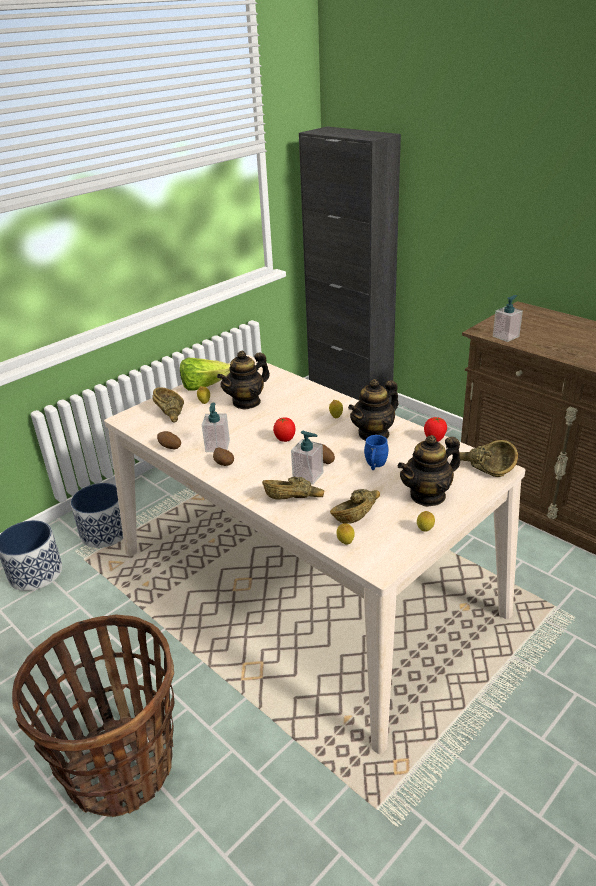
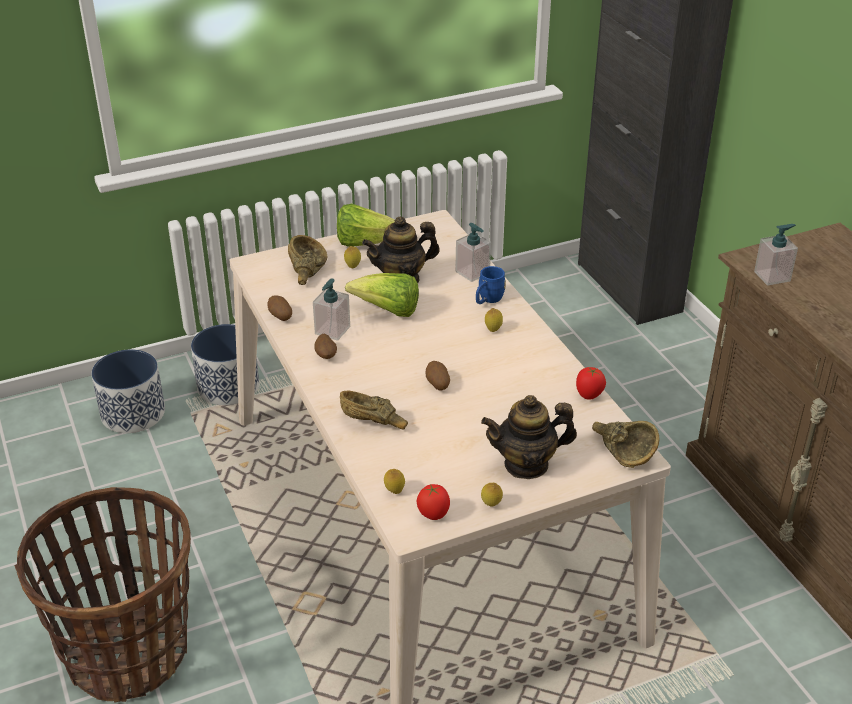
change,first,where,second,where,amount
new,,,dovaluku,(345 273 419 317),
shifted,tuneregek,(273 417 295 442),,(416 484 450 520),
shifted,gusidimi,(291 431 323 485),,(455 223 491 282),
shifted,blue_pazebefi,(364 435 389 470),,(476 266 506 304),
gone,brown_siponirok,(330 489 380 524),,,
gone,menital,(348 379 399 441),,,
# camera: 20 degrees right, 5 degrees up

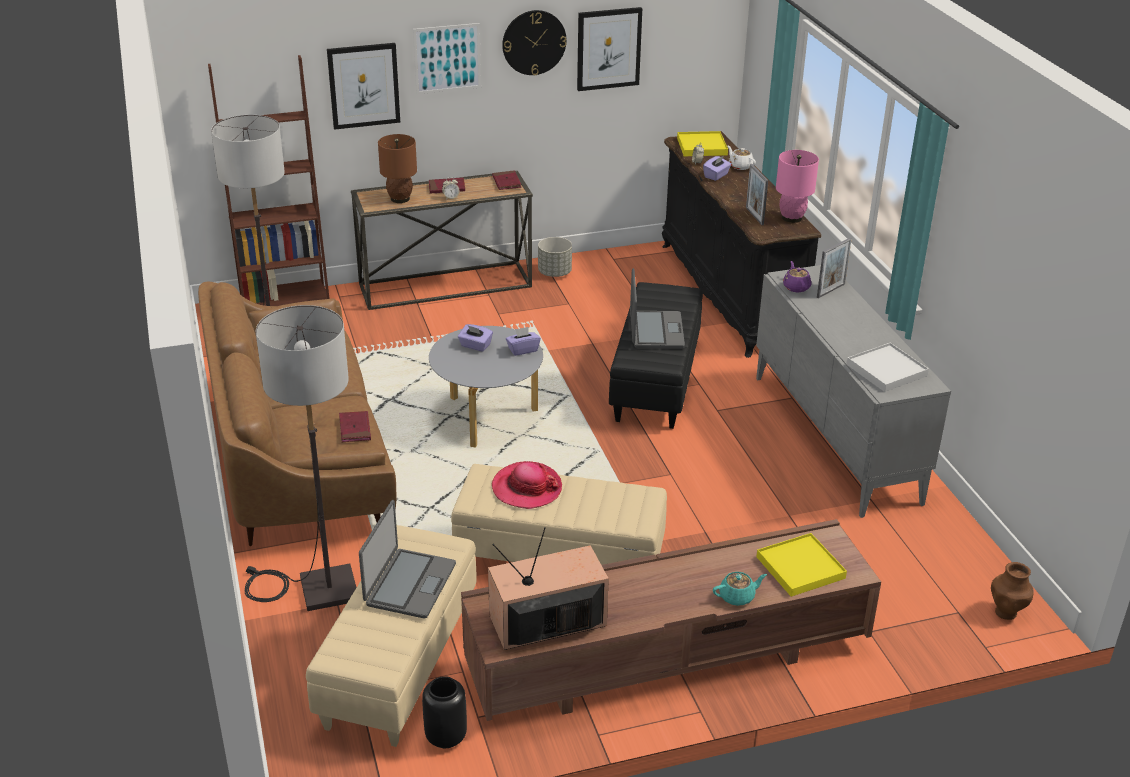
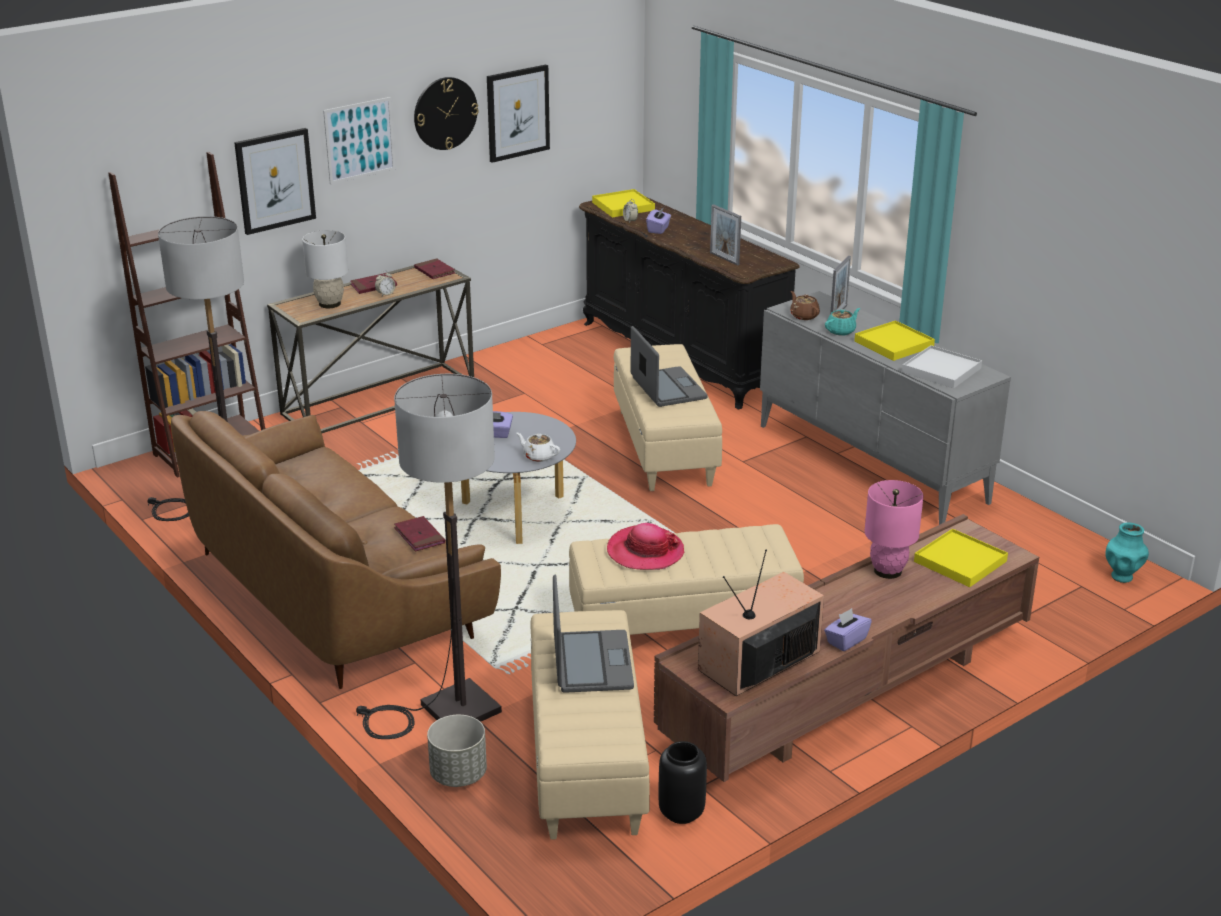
change,first,where,second,where,amount
repainted,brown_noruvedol,(378 134 417 203),white_noruvedol,(302 230 348 308),
shifted,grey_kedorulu,(538 237 572 277),,(427 715 487 787),
shifted,white_menital,(728 146 756 170),,(516 433 560 462),
repainted,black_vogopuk,(609 282 703 429),beige_vogopuk,(614 344 722 491),
repainted,purple_menital,(783 261 811 292),brown_menital,(790 291 820 320),
shifted,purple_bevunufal,(506 327 541 356),,(824 608 872 651),
shifted,turquoise_menital,(713 572 767 606),,(825 308 860 336),
new,,,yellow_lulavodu,(854 320 935 361),
shifted,pink_noruvedol,(776 150 819 223),,(865 480 923 579),
repainted,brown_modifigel,(991 562 1034 620),turquoise_modifigel,(1106 522 1149 583),
# camera: 20 degrees left, 5 degrees down

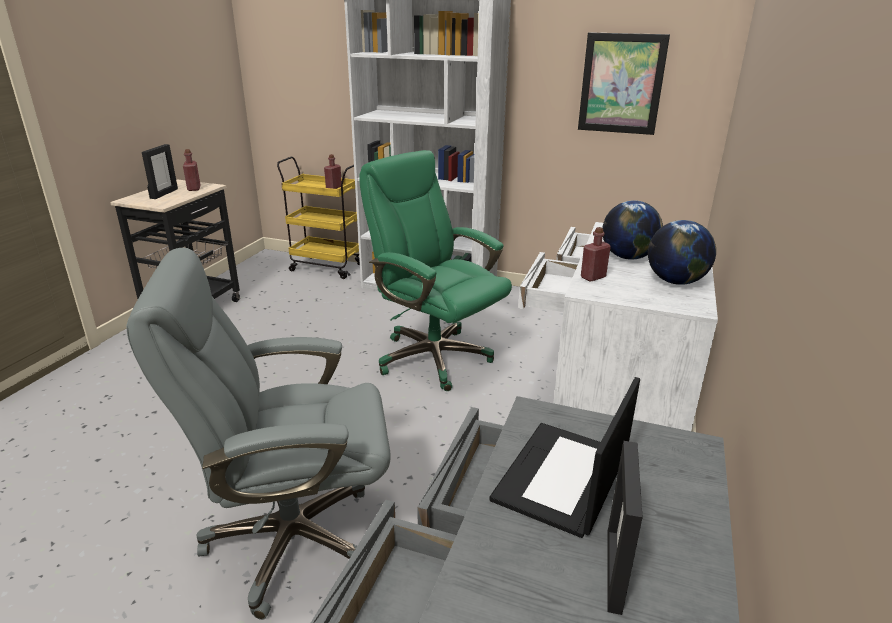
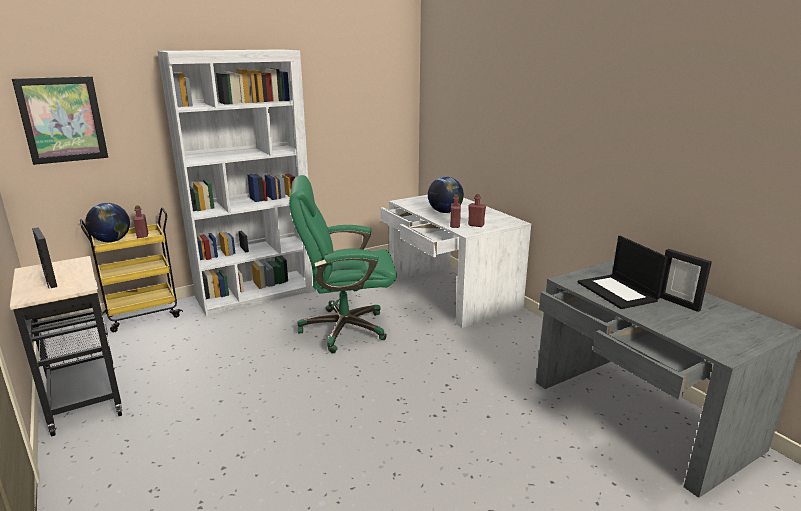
change,first,where,second,where,amount
shifted,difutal,(578 32 670 135),,(12 76 108 165),
shifted,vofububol,(648 220 716 285),,(85 203 130 242),
shifted,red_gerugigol,(183 149 200 191),,(468 194 486 227),
gone,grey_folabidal,(126 248 391 620),,,
# camera: 50 degrees left, 5 degrees down

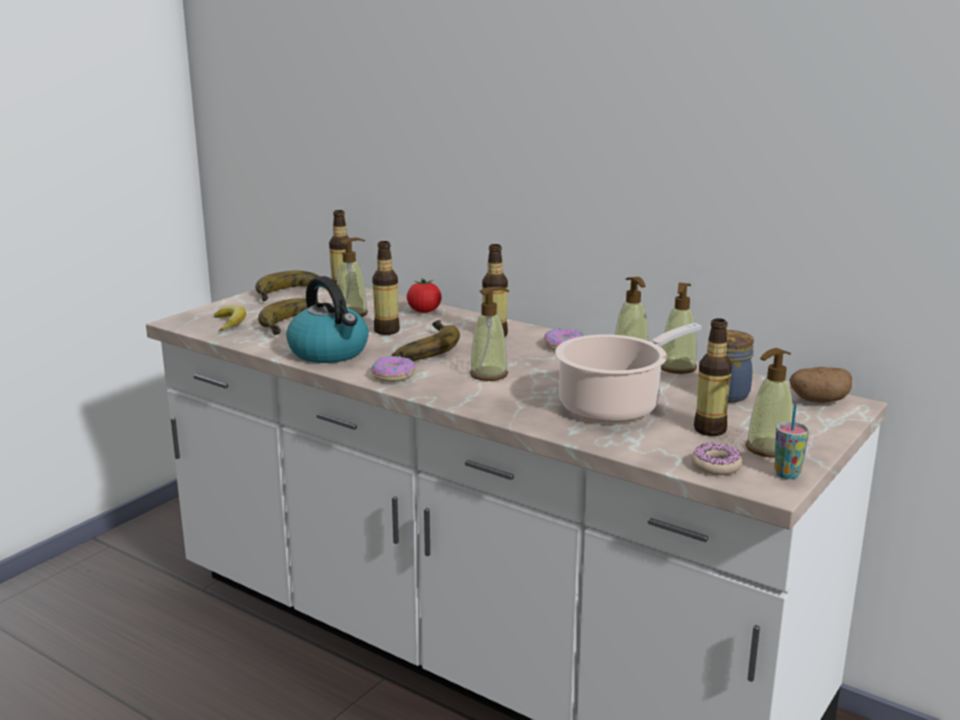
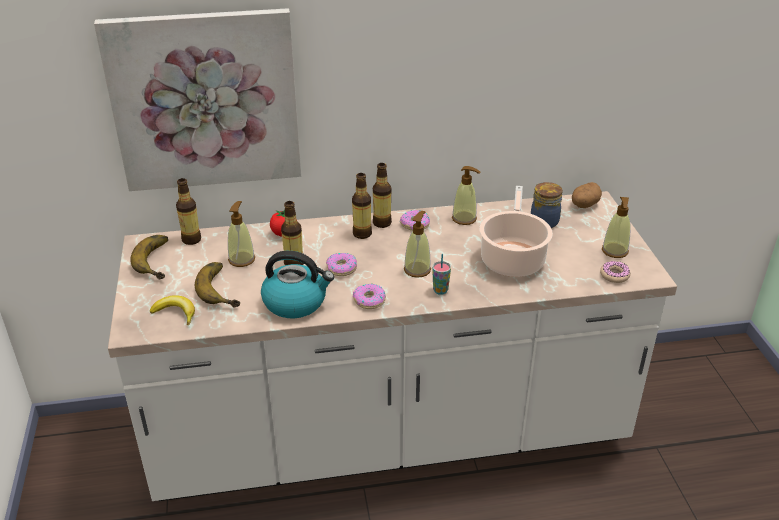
change,first,where,second,where,amount
new,,,difutal,(94 8 301 191),
swapped,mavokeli,(391 320 460 361),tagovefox,(326 253 357 276),
shifted,gerugigol,(694 318 732 436),,(373 163 392 228),
shifted,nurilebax,(774 404 809 479),,(432 254 451 295),
gone,gusidimi,(661 283 697 374),,,
# camera: 45 degrees left, 15 degrees up

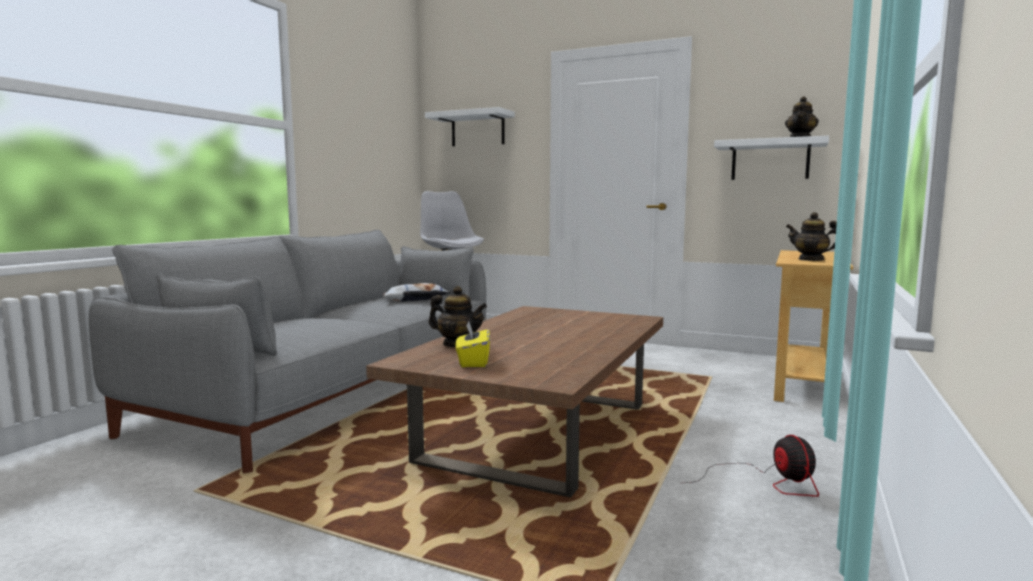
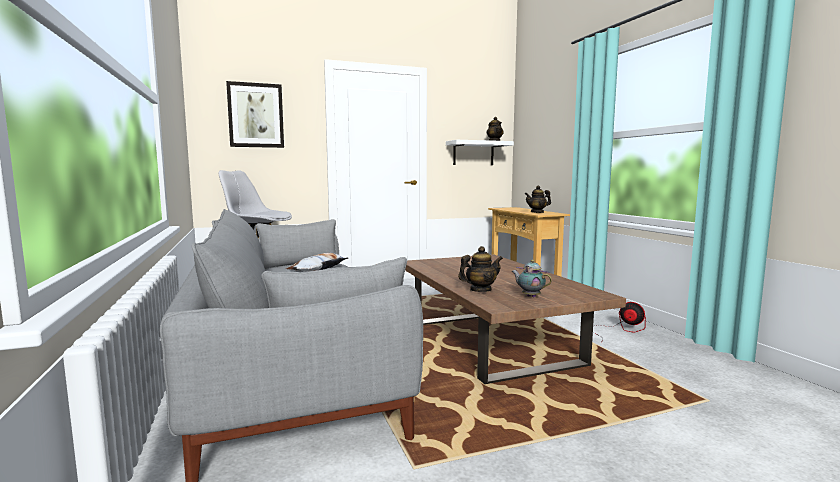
change,first,where,second,where,amount
swapped,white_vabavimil,(425 107 515 146),difutal,(226 81 284 148),
swapped,yellow_bevunufal,(455 321 490 367),menital,(511 260 552 297),
# camera: 45 degrees left, 0 degrees up

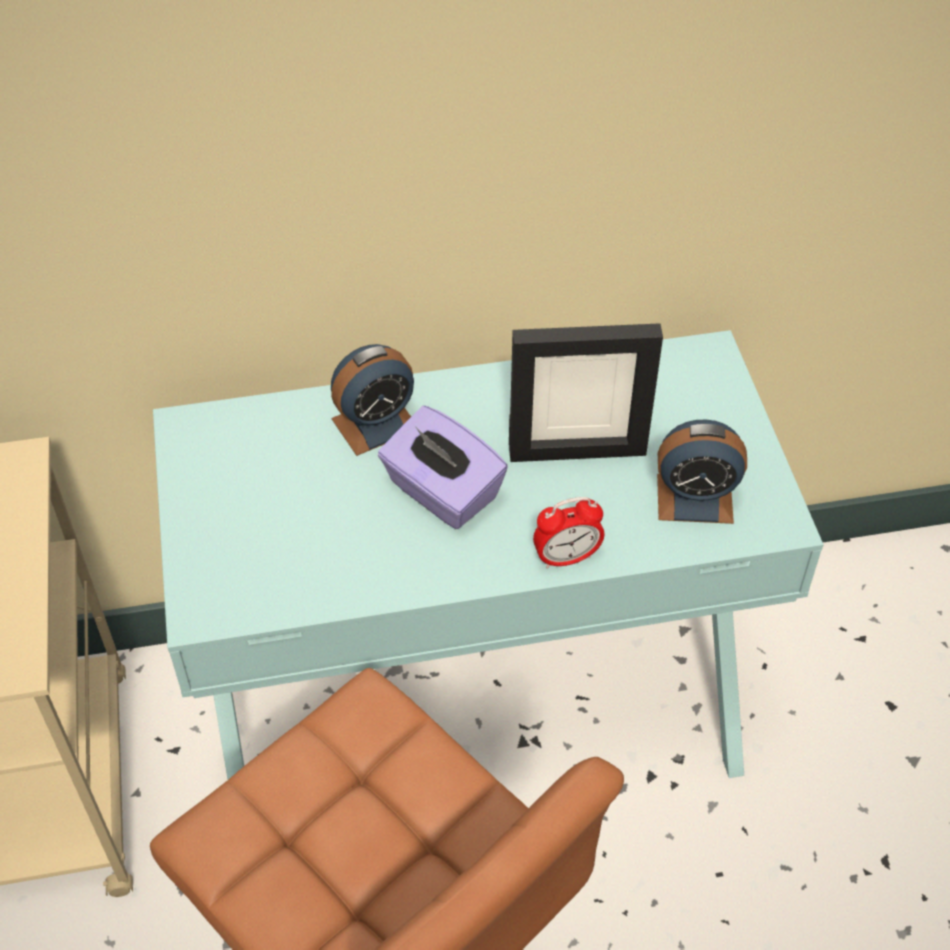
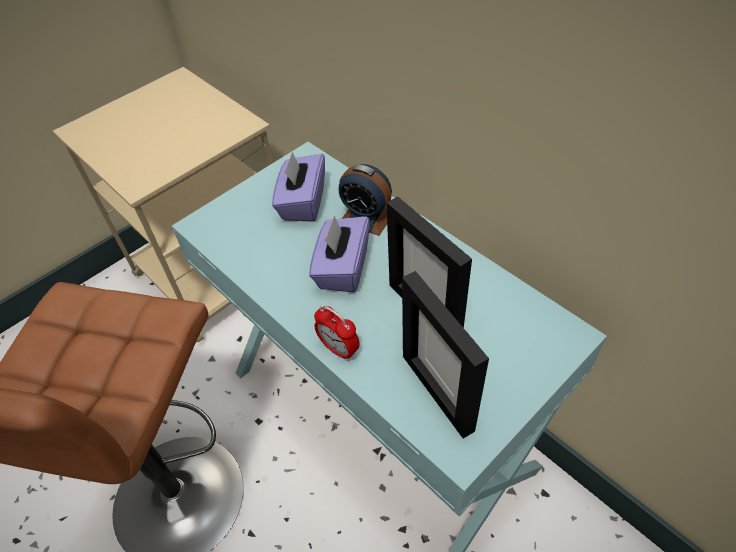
change,first,where,second,where,amount
new,,,purple_bevunufal,(272 152 325 222),
swapped,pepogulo,(657 419 747 524),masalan,(402 271 489 438),
# camera: 60 degrees right, 0 degrees up

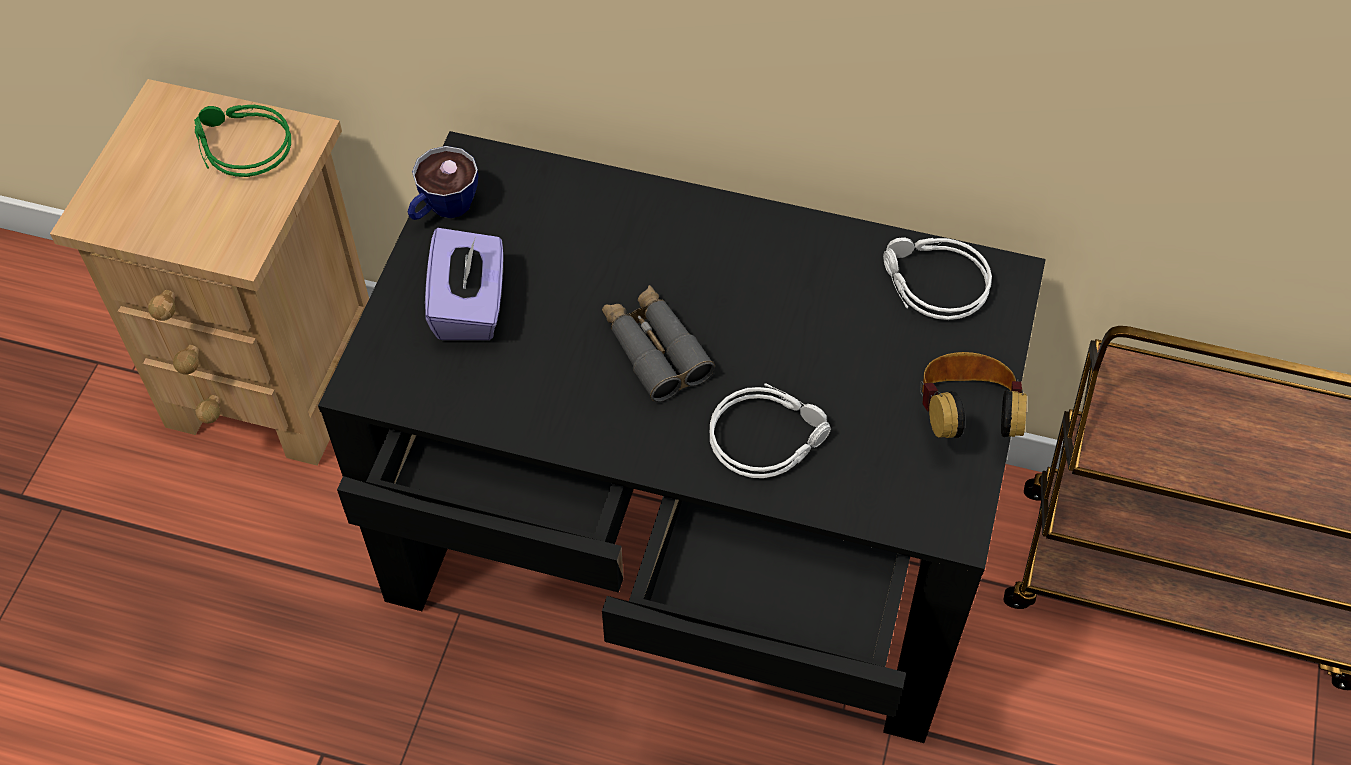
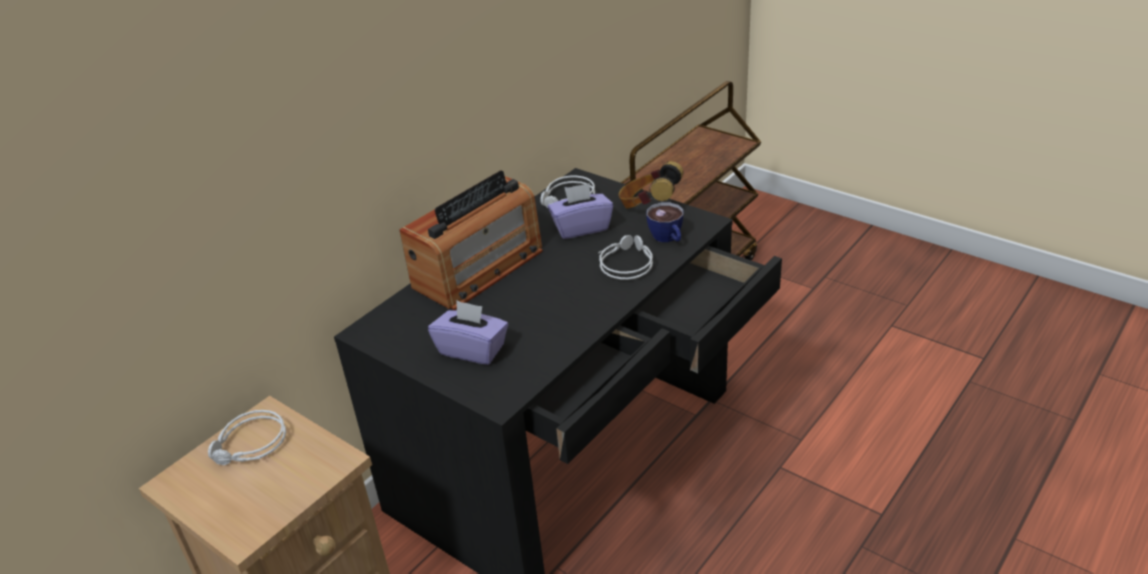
change,first,where,second,where,amount
repainted,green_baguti,(194 105 291 177),grey_baguti,(208 410 286 465),
new,,,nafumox,(399 170 543 310),
new,,,purple_bevunufal,(548 183 613 239),
shifted,nurilebax,(407 146 478 220),,(646 202 683 242),
gone,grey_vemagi,(602 285 715 402),,,
# camera: 65 degrees left, 20 degrees down

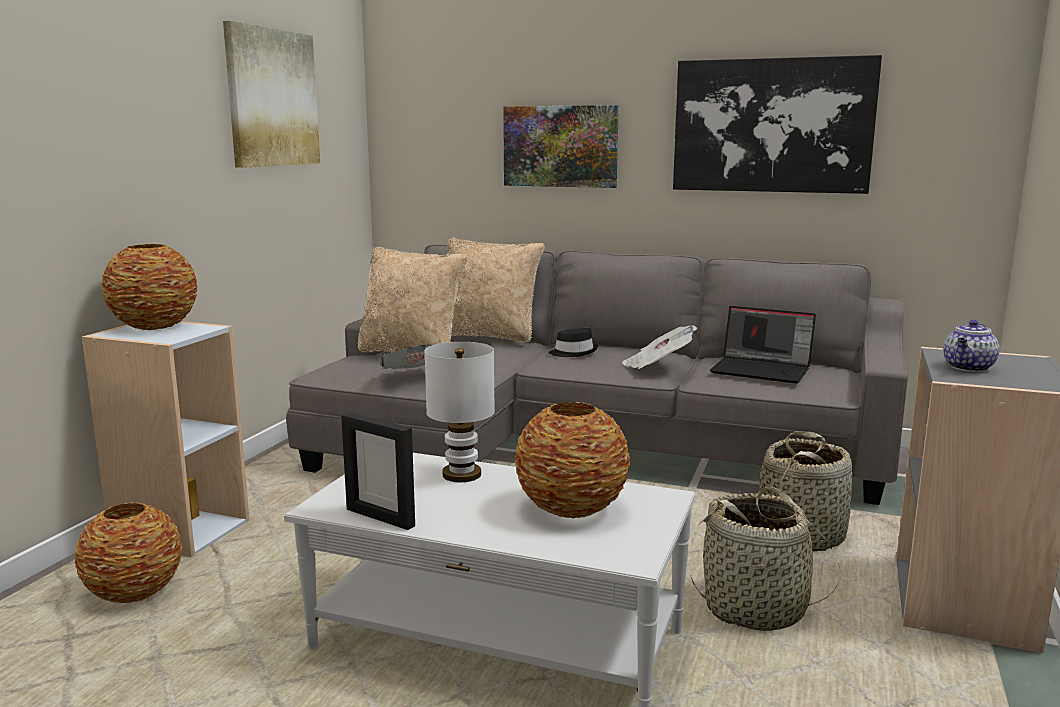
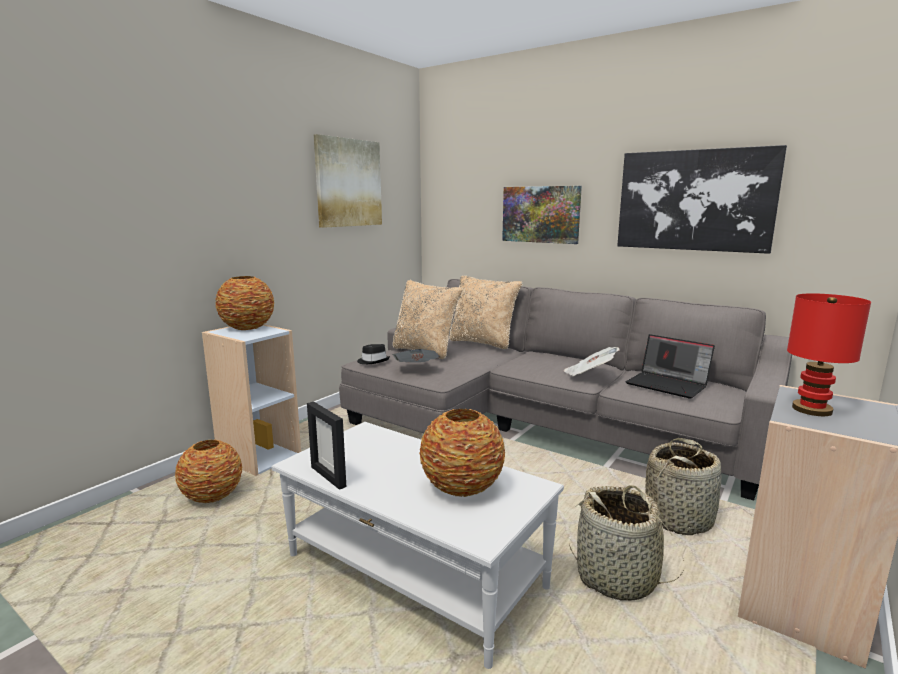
change,first,where,second,where,amount
shifted,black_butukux,(549 328 598 357),,(357 344 390 364),
swapped,menital,(943 320 1000 372),red_noruvedol,(787 293 871 416),
gone,white_noruvedol,(424 342 495 482),,,
# camera: 15 degrees right, 0 degrees up

